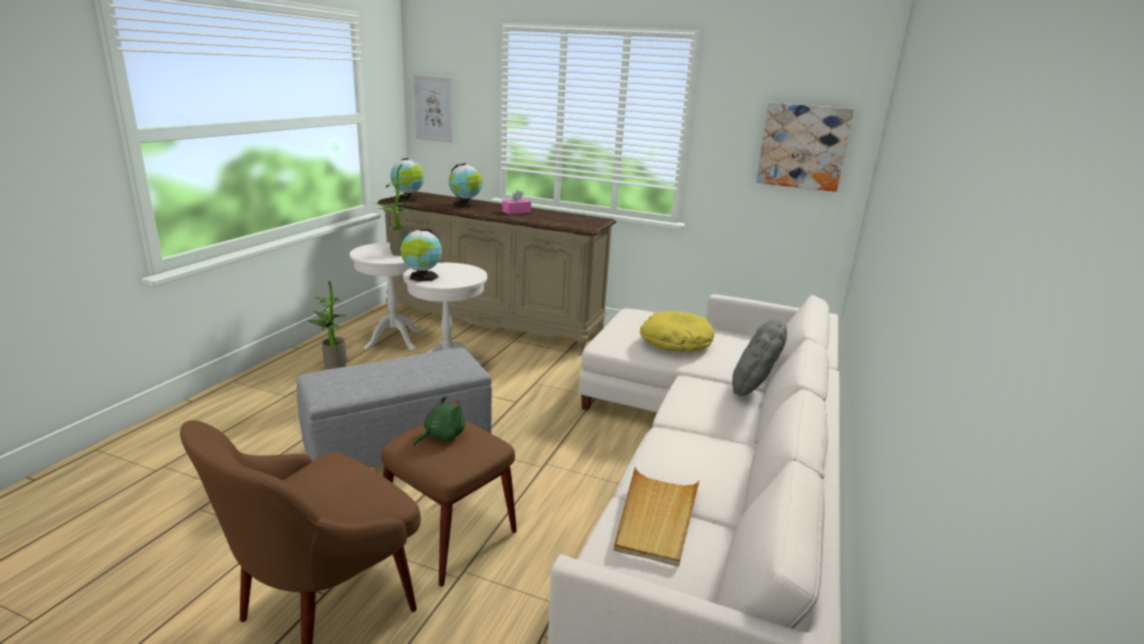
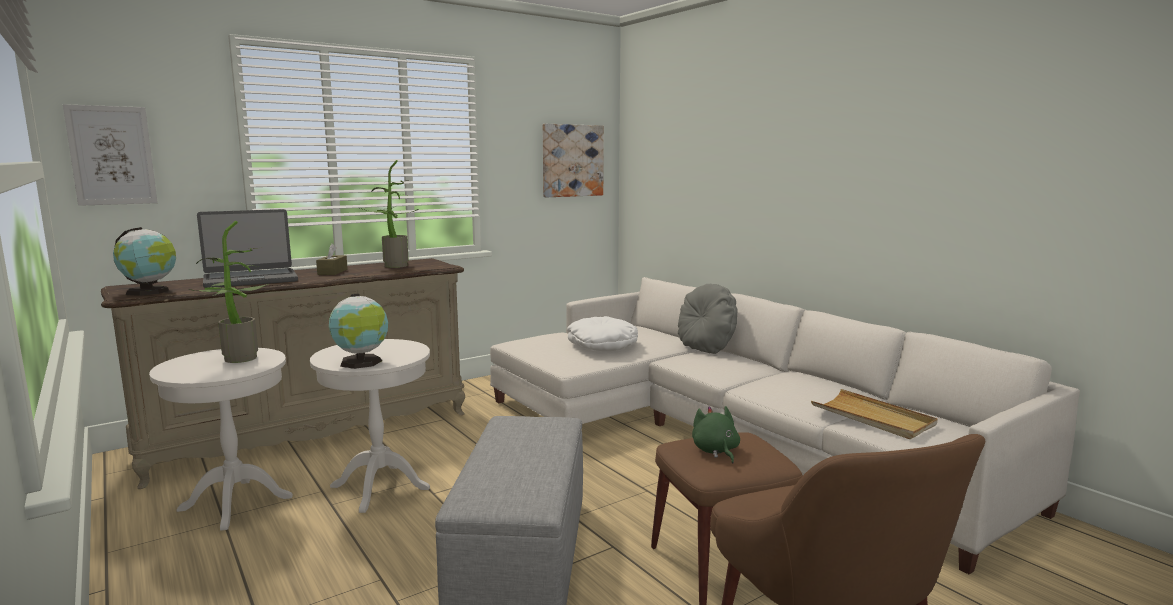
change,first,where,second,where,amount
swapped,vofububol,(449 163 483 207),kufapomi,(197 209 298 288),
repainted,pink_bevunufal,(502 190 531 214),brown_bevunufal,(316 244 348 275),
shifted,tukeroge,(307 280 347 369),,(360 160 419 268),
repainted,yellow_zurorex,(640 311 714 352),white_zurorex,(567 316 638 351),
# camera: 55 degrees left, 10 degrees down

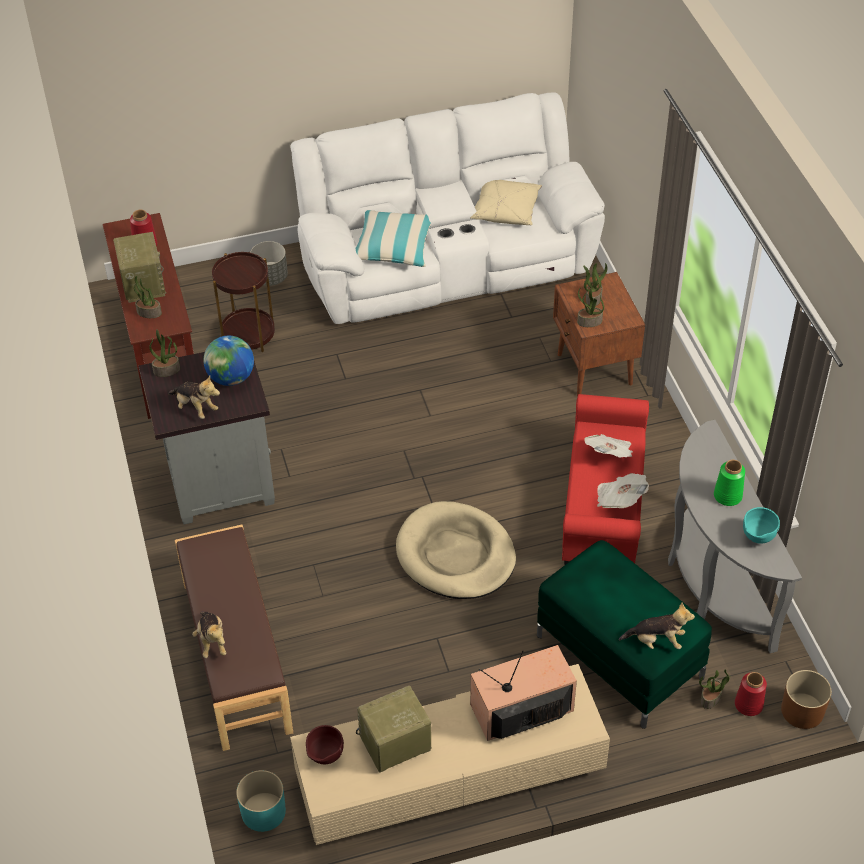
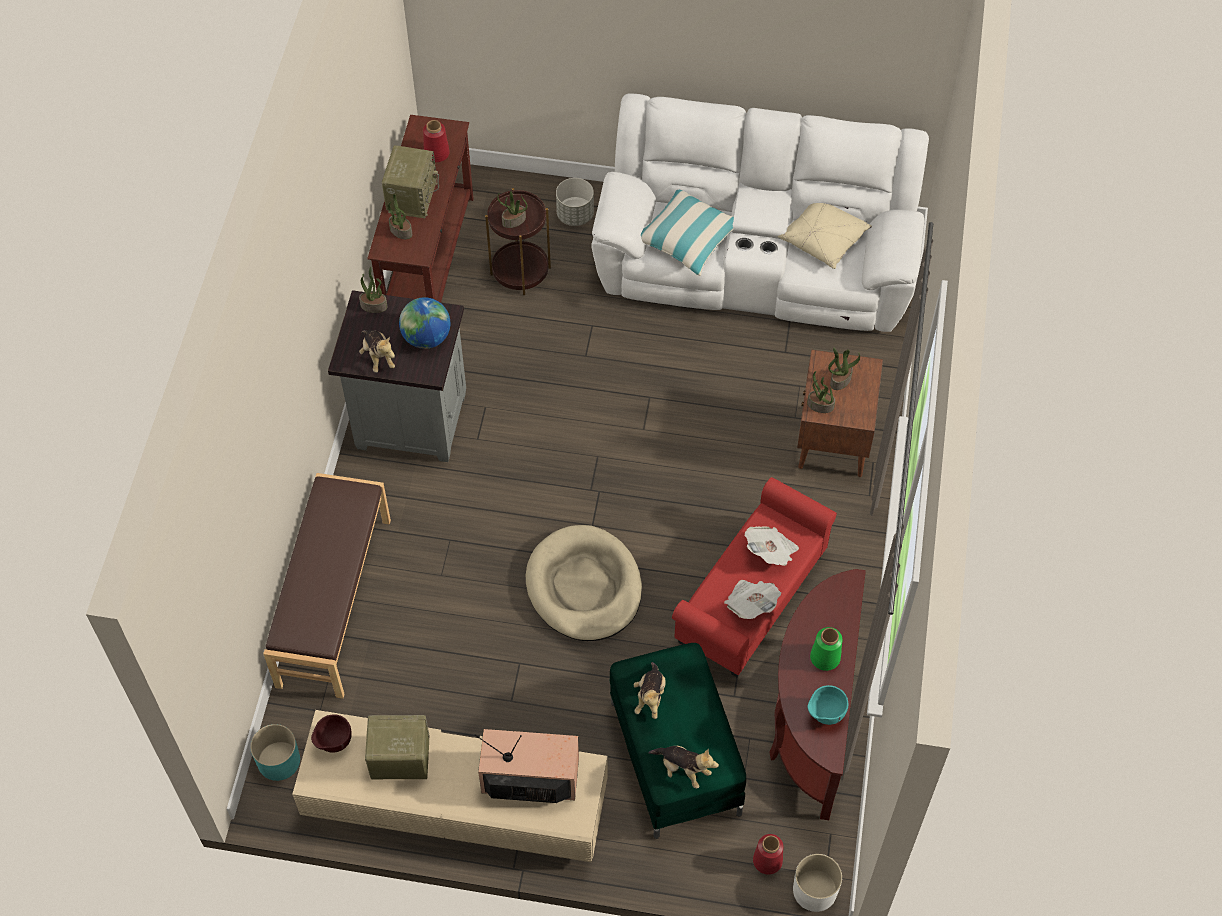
change,first,where,second,where,amount
shifted,tukeroge,(699 669 730 709),,(497 191 527 228),
shifted,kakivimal,(192 612 226 658),,(634 662 666 719),
repainted,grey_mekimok,(668 420 802 653),brown_mekimok,(770 569 866 820),
repainted,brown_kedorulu,(781 670 832 729),white_kedorulu,(793 854 842 912),
# camera: 25 degrees right, 10 degrees up

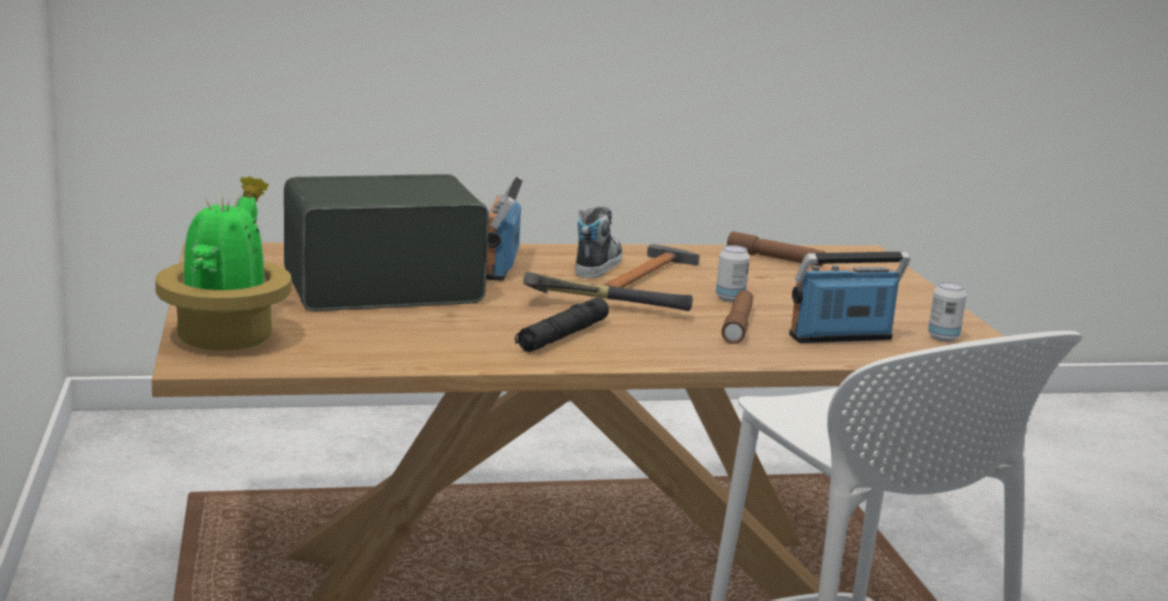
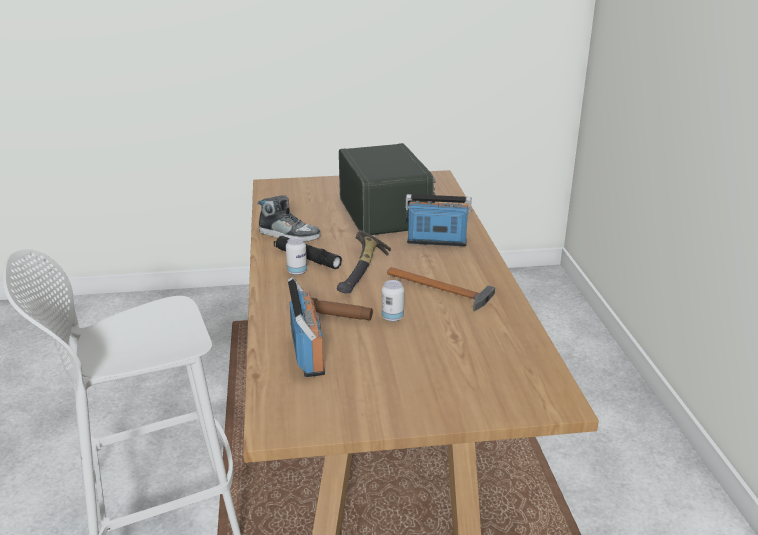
change,first,where,second,where,amount
shifted,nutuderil,(575 206 623 278),,(257 195 321 242),
shifted,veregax,(928 282 966 342),,(286 237 307 275),
gone,tukeroge,(155 176 292 350),,,
gone,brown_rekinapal,(727 231 825 266),,,
# camera: 95 degrees right, 10 degrees up

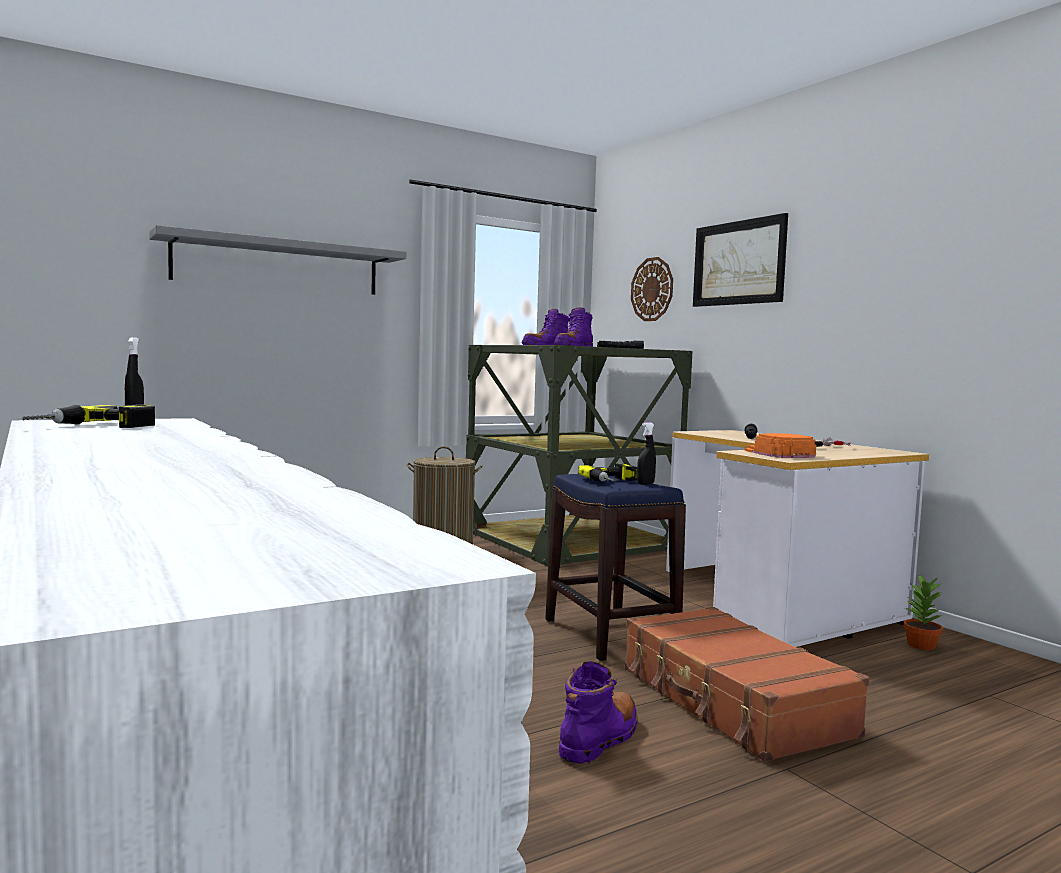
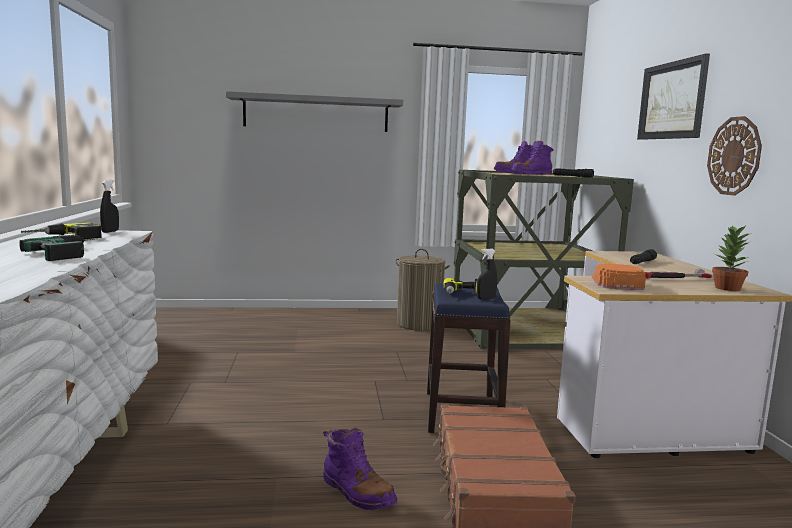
change,first,where,second,where,amount
new,,,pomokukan,(19 235 97 261),
rotated,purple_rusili,(559 661 638 764),,(323 427 397 510),75 degrees clockwise
shifted,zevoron,(631 257 673 321),,(707 116 762 196),
shifted,tukeroge,(903 574 943 650),,(712 225 751 291),
# camera: 25 degrees right, 5 degrees up

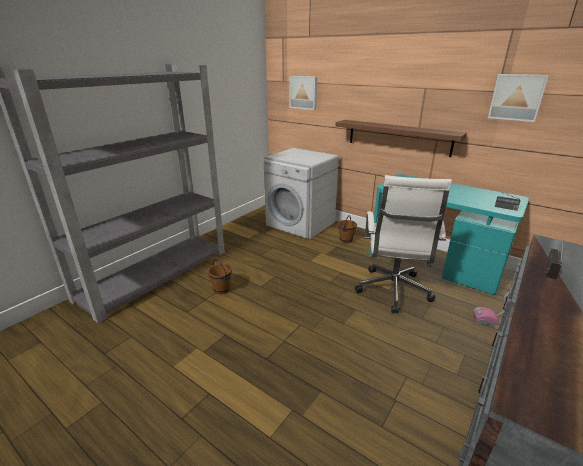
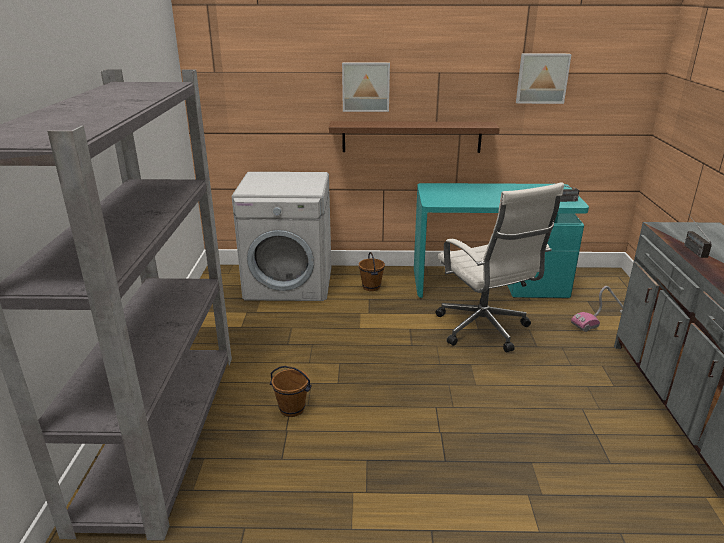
change,first,where,second,where,amount
shifted,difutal,(289 76 317 110),,(342 62 390 112),
# camera: 35 degrees left, 0 degrees up

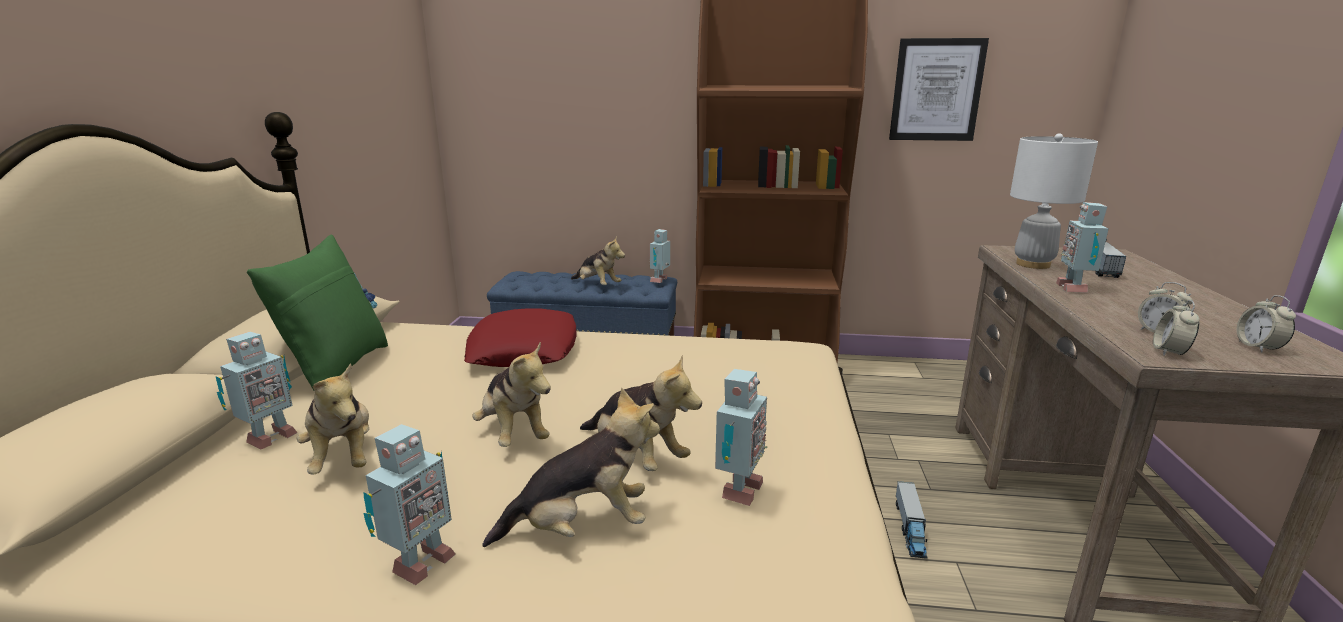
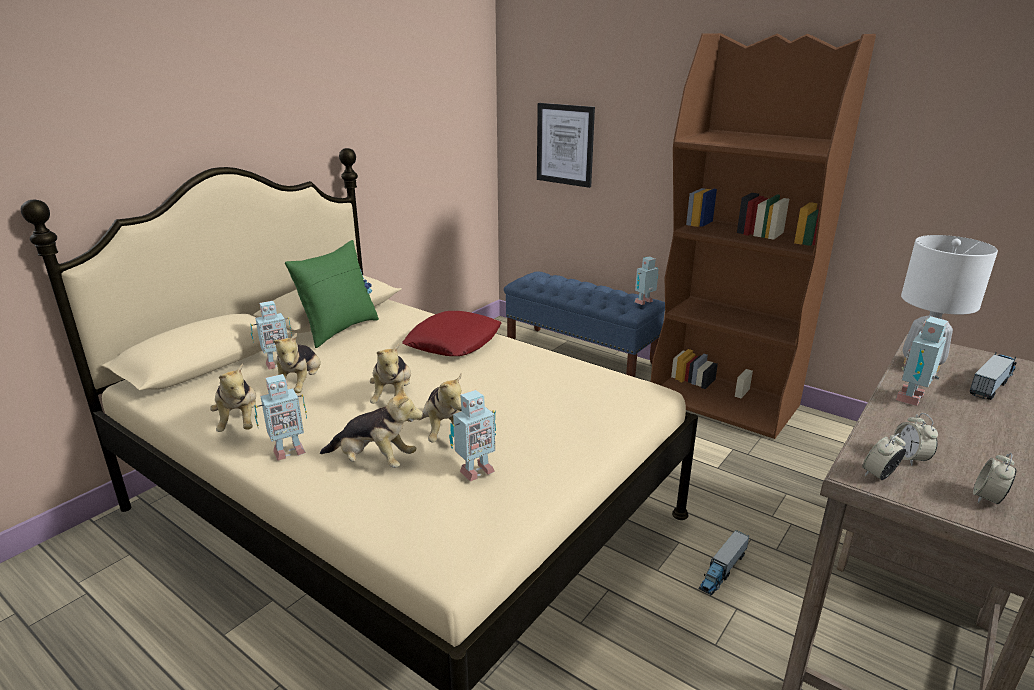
change,first,where,second,where,amount
shifted,kakivimal,(571 236 625 285),,(210 363 256 432),
shifted,difutal,(889 38 989 141),,(537 103 595 188),
# camera: 30 degrees right, 5 degrees up

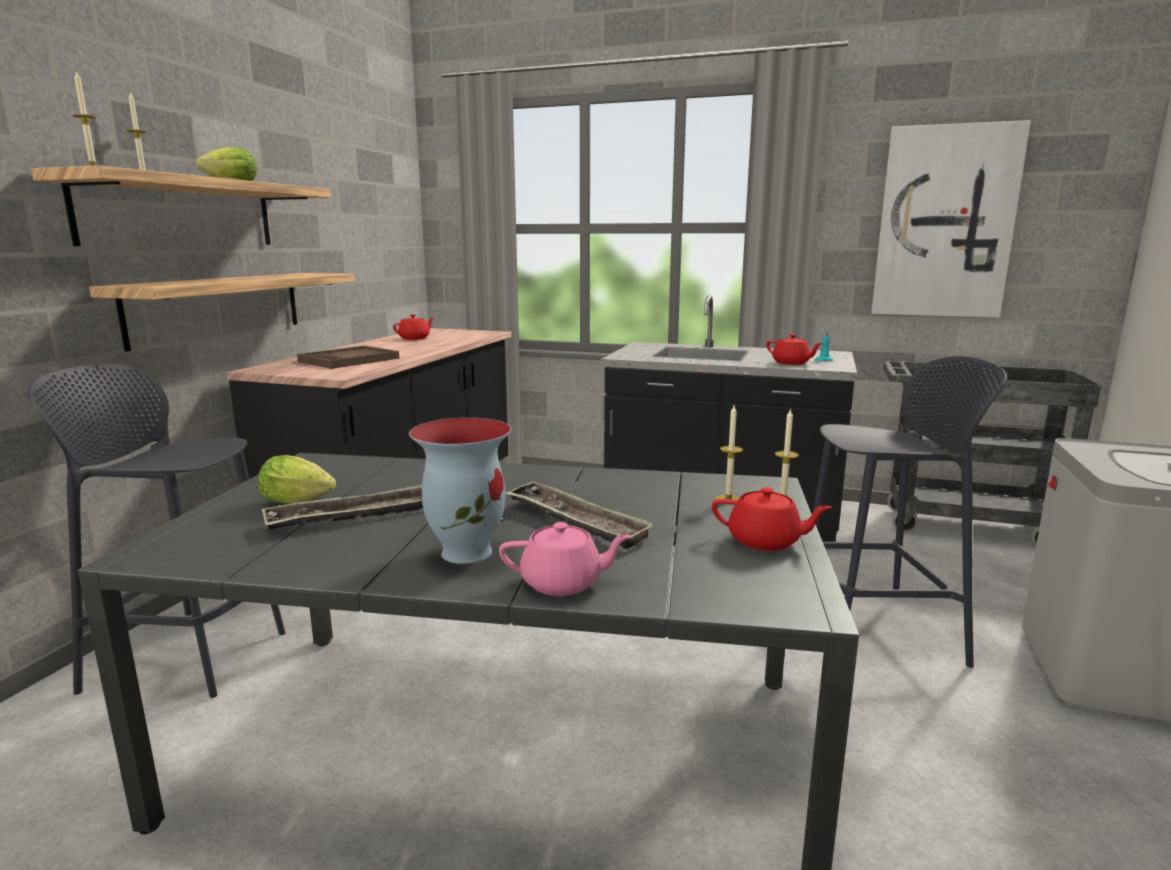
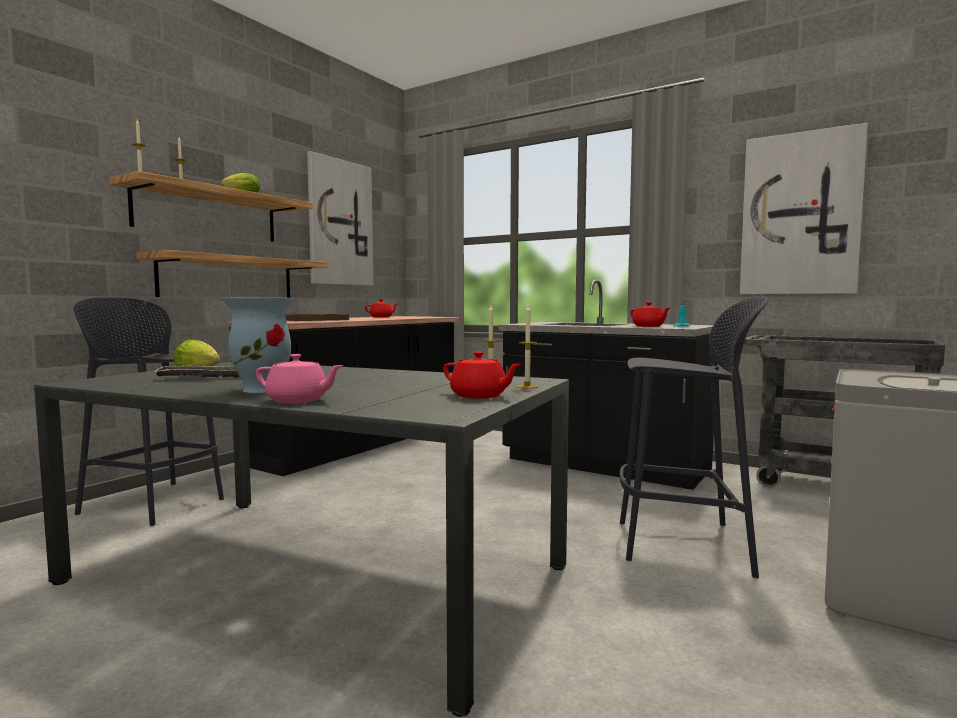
change,first,where,second,where,amount
new,,,difutal,(307 151 373 286),
gone,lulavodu,(506 481 655 549),,,
# camera: 15 degrees right, 10 degrees down

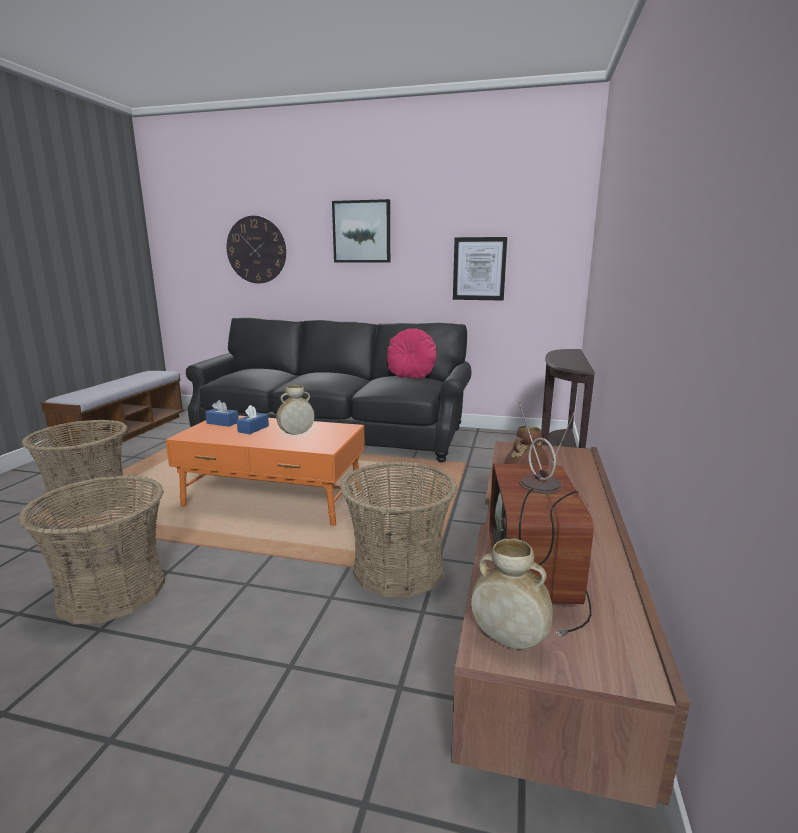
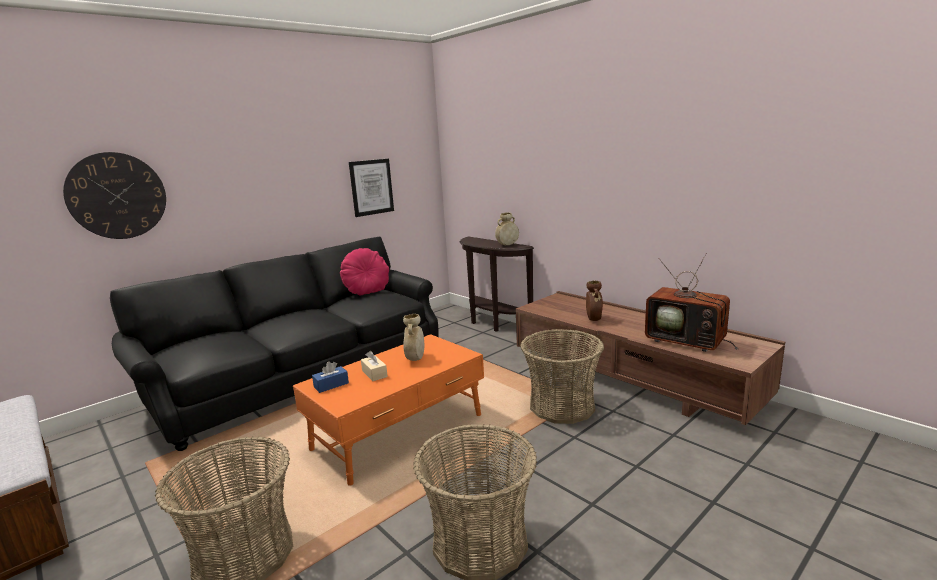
change,first,where,second,where,amount
repainted,blue_bevunufal,(237 405 269 434),beige_bevunufal,(361 351 388 381),
shifted,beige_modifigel,(471 538 553 649),,(495 213 519 245),
gone,difutal,(332 199 390 263),,,
# camera: 55 degrees left, 0 degrees up

